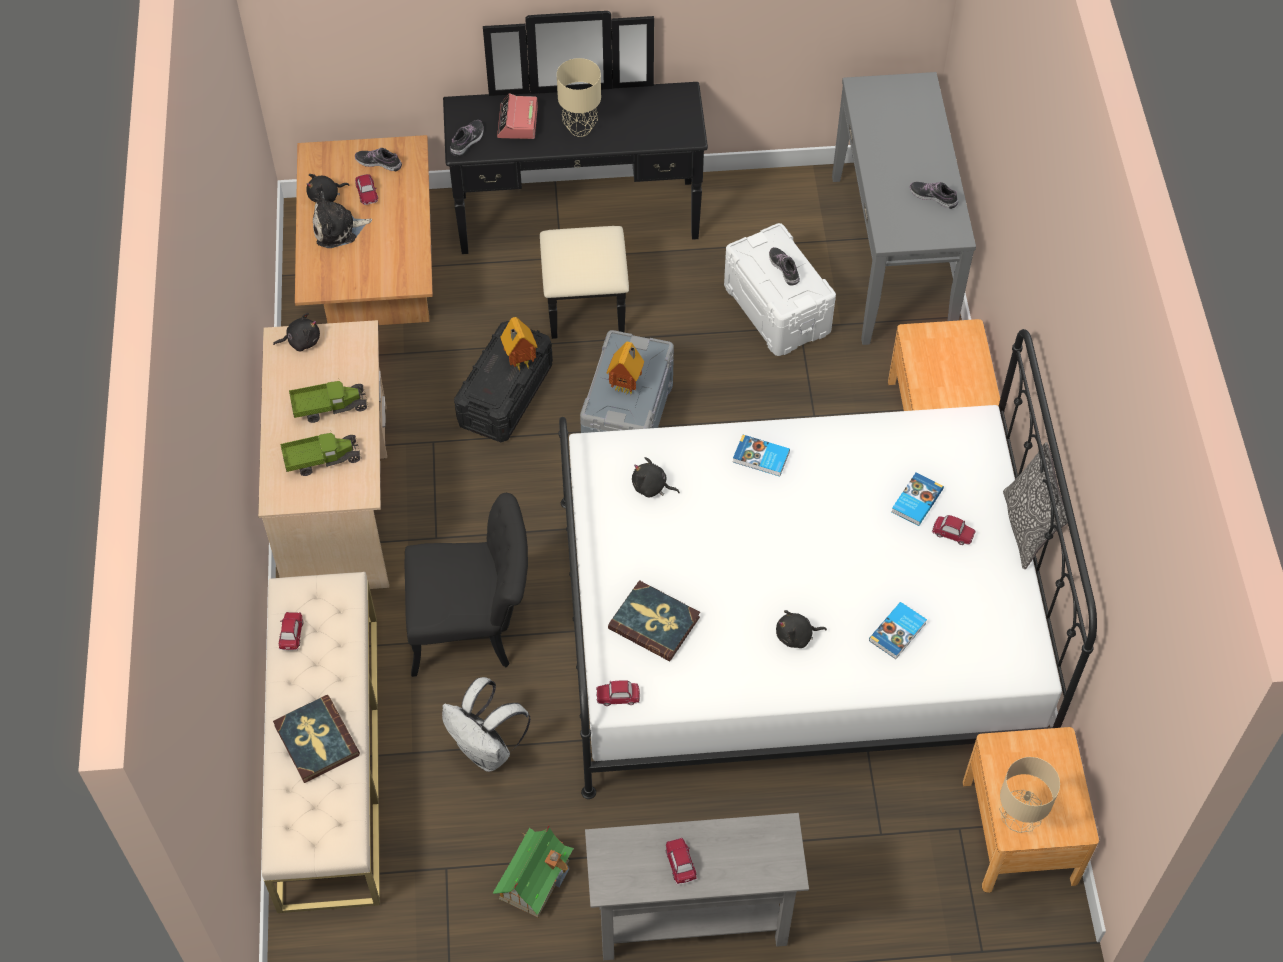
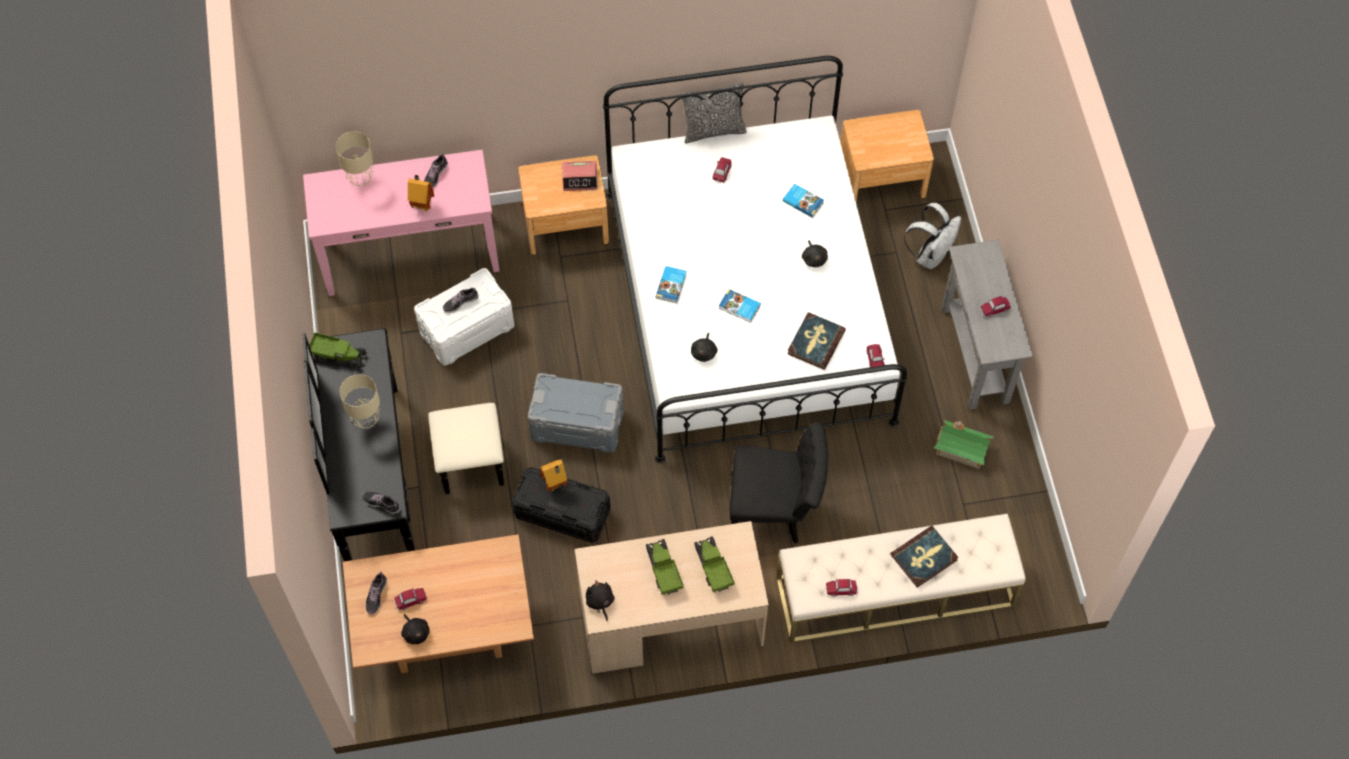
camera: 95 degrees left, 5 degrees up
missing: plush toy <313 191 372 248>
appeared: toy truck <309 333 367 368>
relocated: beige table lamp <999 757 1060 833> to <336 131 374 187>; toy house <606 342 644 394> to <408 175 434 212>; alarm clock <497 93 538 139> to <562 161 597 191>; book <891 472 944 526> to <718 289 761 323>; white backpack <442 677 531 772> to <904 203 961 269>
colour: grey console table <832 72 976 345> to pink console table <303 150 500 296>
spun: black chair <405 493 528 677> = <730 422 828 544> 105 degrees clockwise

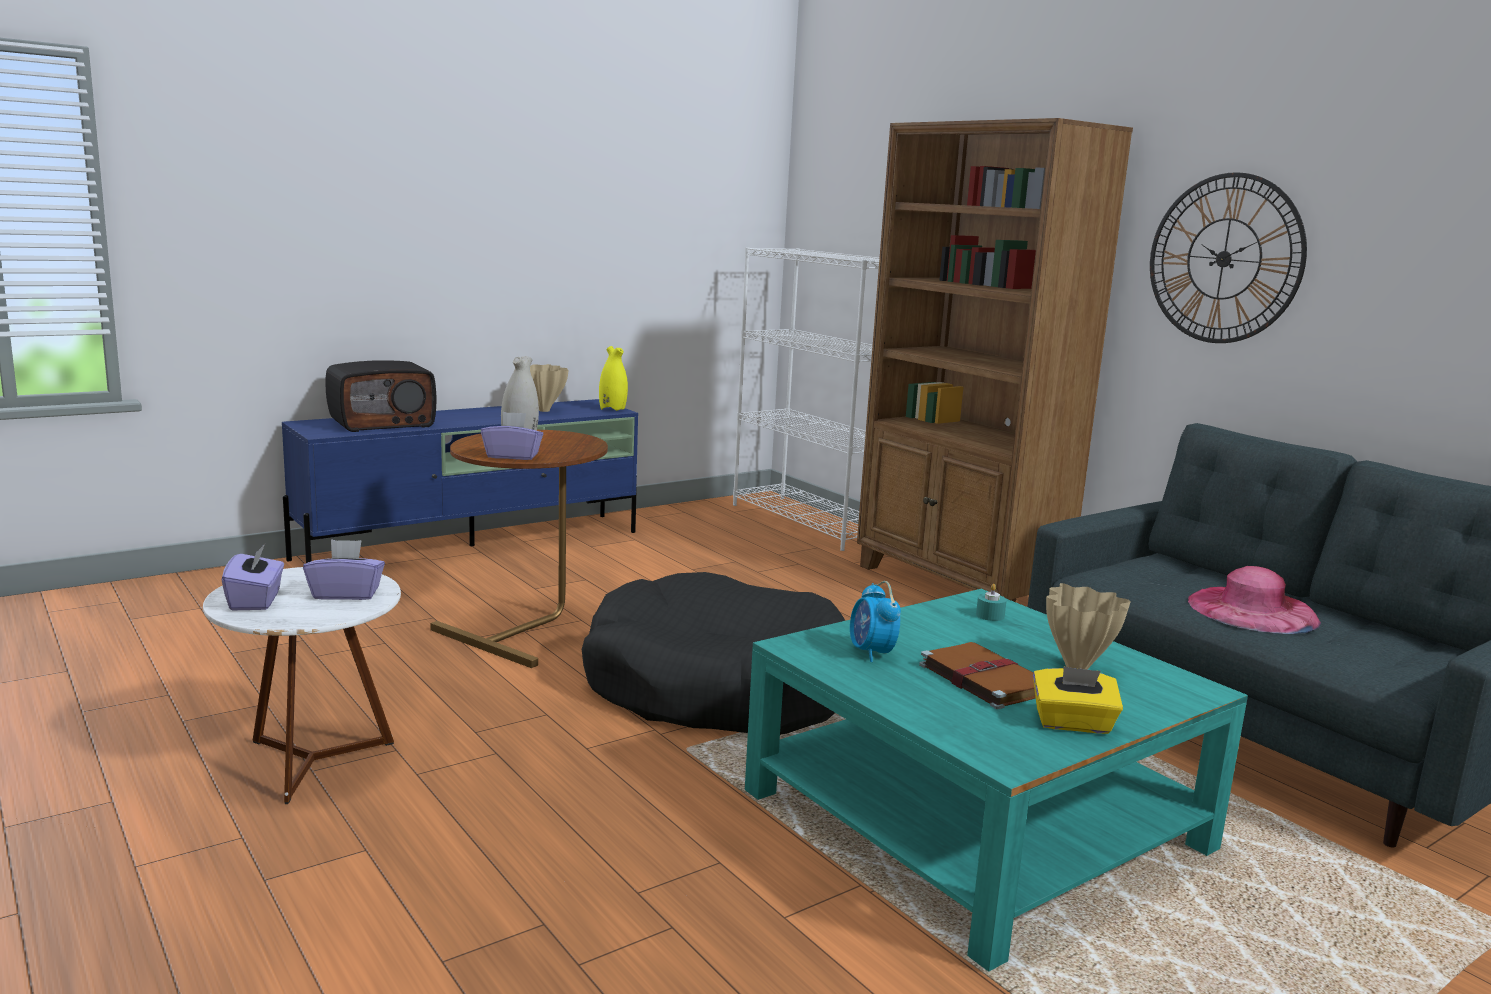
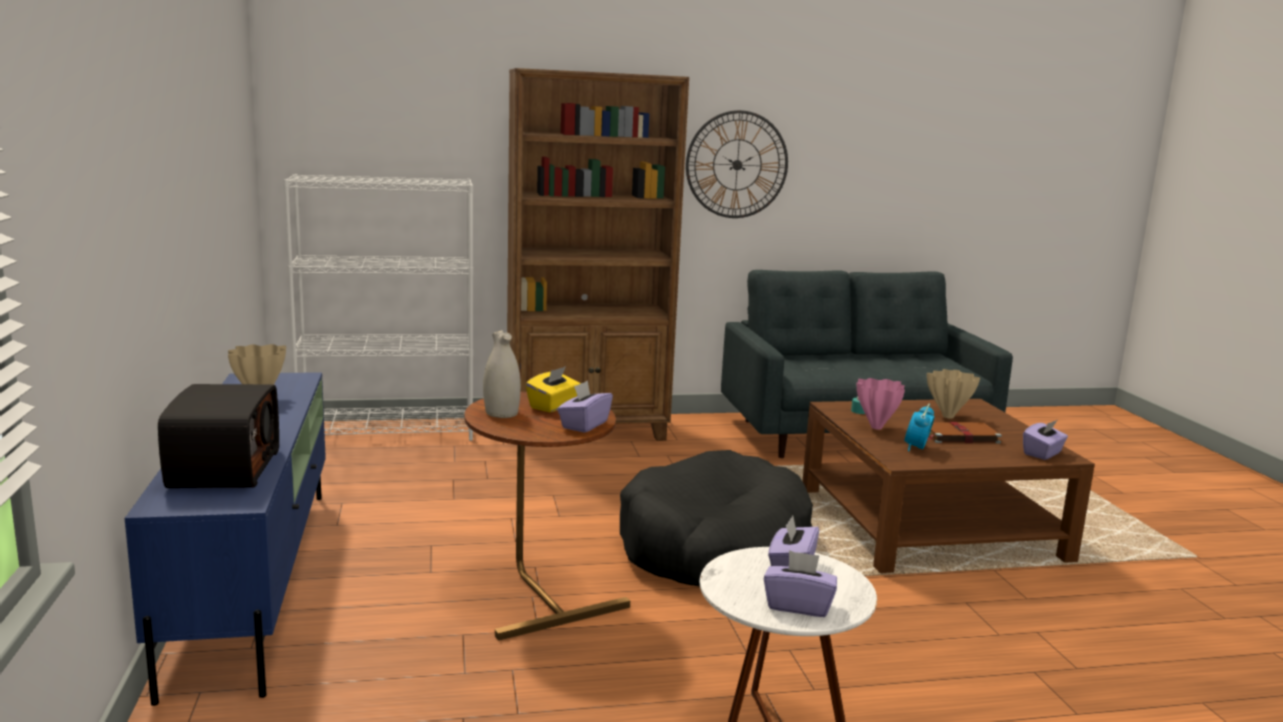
camera: 65 degrees left, 0 degrees up
missing: yellow vase <599 346 628 411>; pink hat <1188 566 1321 634>
appeared: pink vase <857 378 905 429>; purple tissue box <1023 420 1068 460>
relocated: yellow tissue box <1033 666 1123 734> to <526 366 581 412>
colour: turquoise coffee table <745 589 1248 972> to brown coffee table <802 399 1095 573>
spun: alarm clock <850 581 901 662> = <904 404 935 451> 105 degrees clockwise

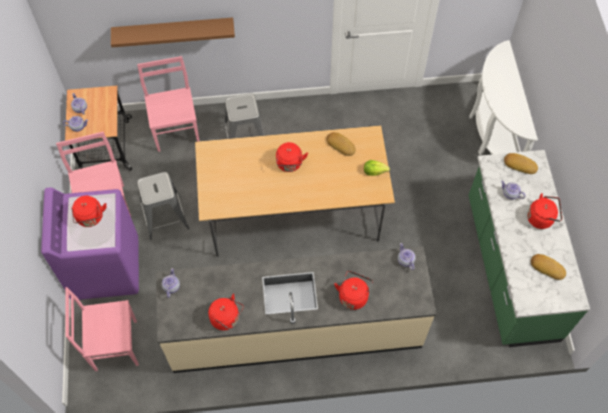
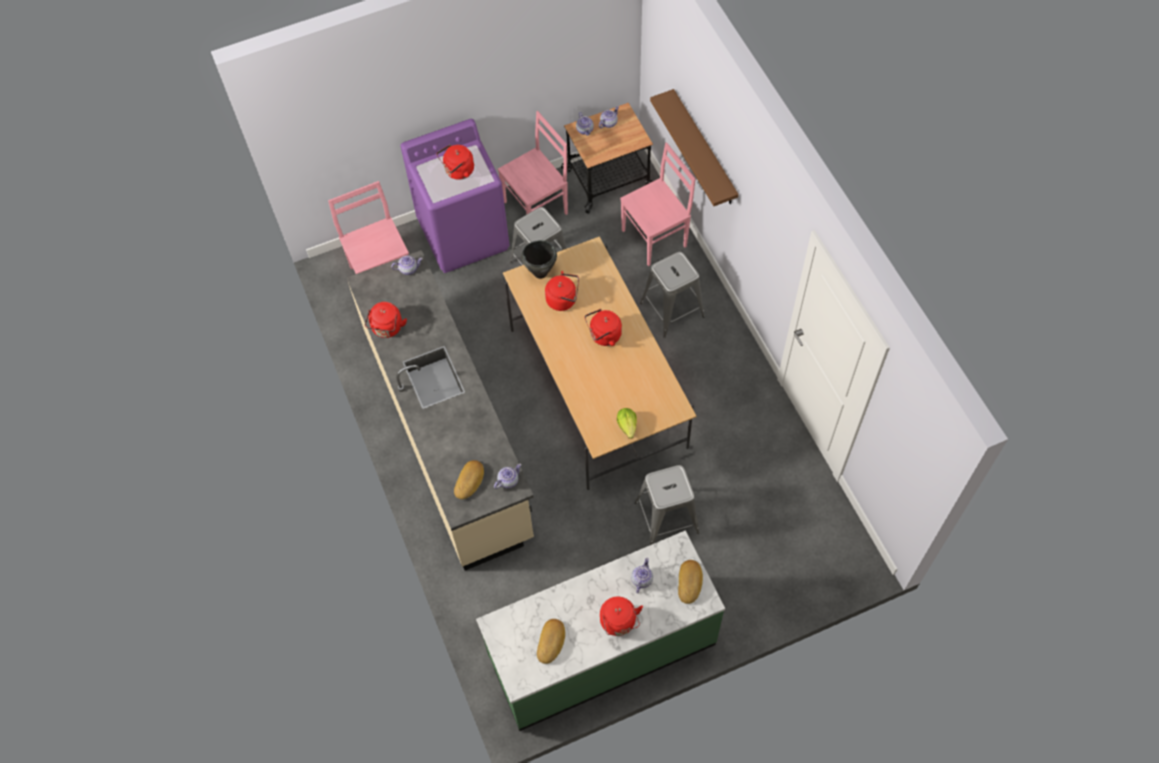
camera: 75 degrees right, 0 degrees up
missing: white console table <469 40 538 155>
appeared: black cooking pot <521 240 557 279>; grey stool <634 465 700 545>
relocated: bread <326 132 356 156> to <454 460 484 499>; red kettle <334 271 373 310> to <545 271 579 311>

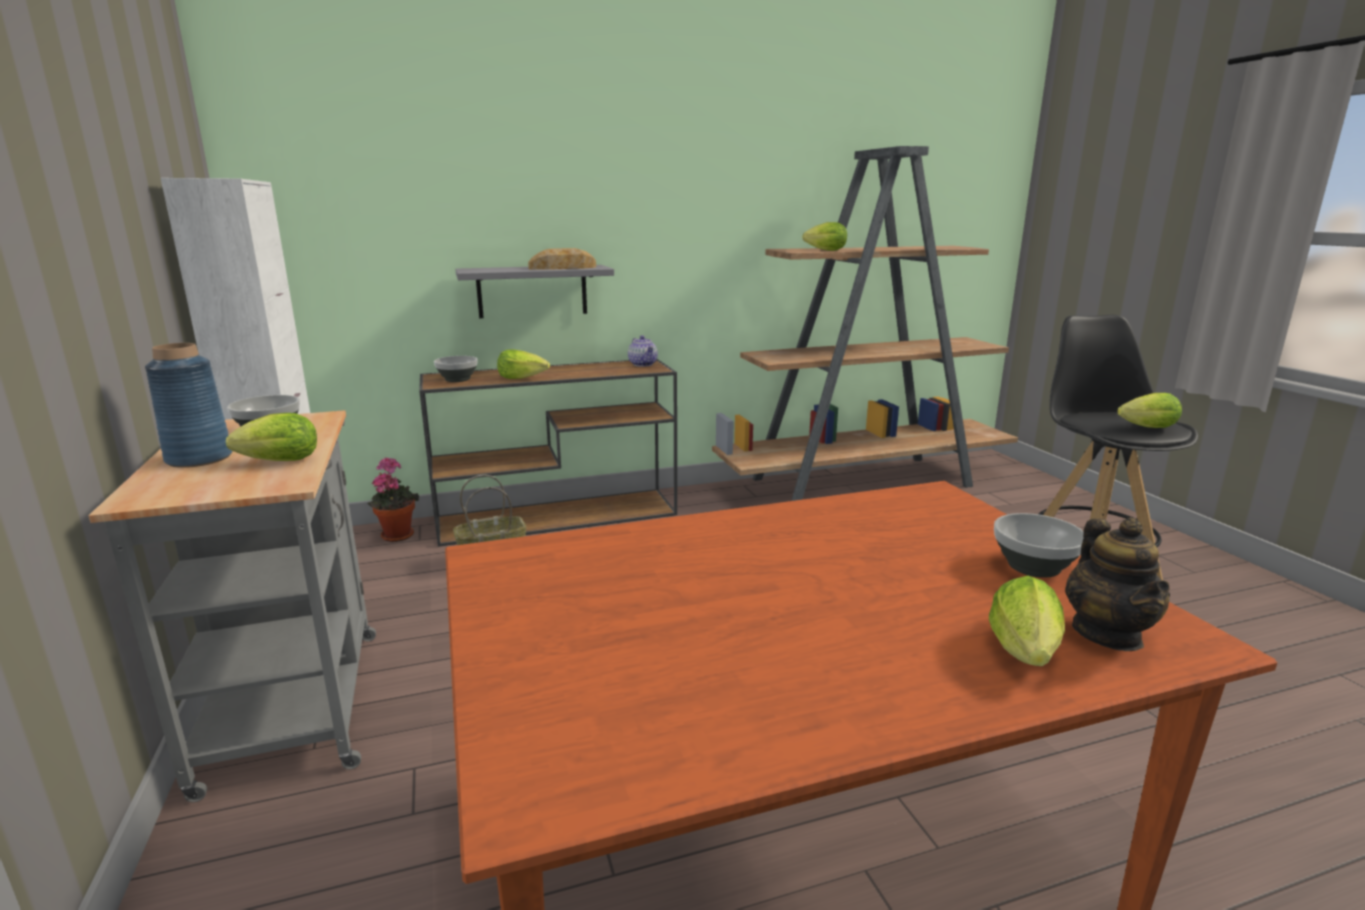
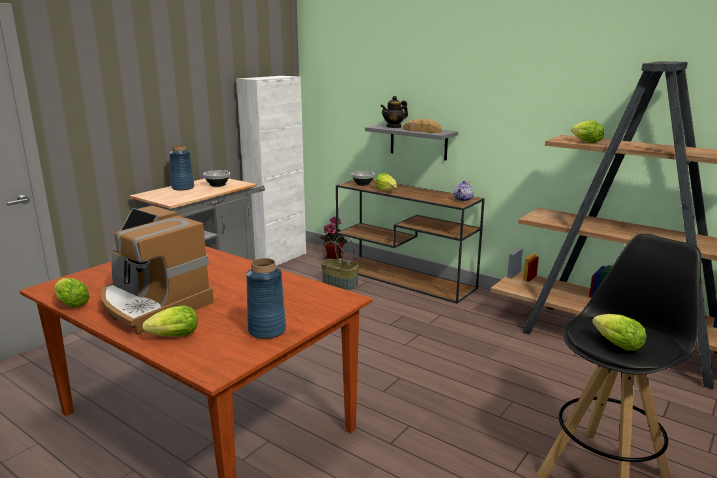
camera: 55 degrees right, 0 degrees up
appeared: coffee machine <101 206 214 335>
relocated: lettuce <226 413 317 461> to <54 278 89 308>; teapot <1065 517 1170 651> to <381 96 408 128>
exchanged: bowl <994 513 1084 578> to blue vase <246 258 286 339>

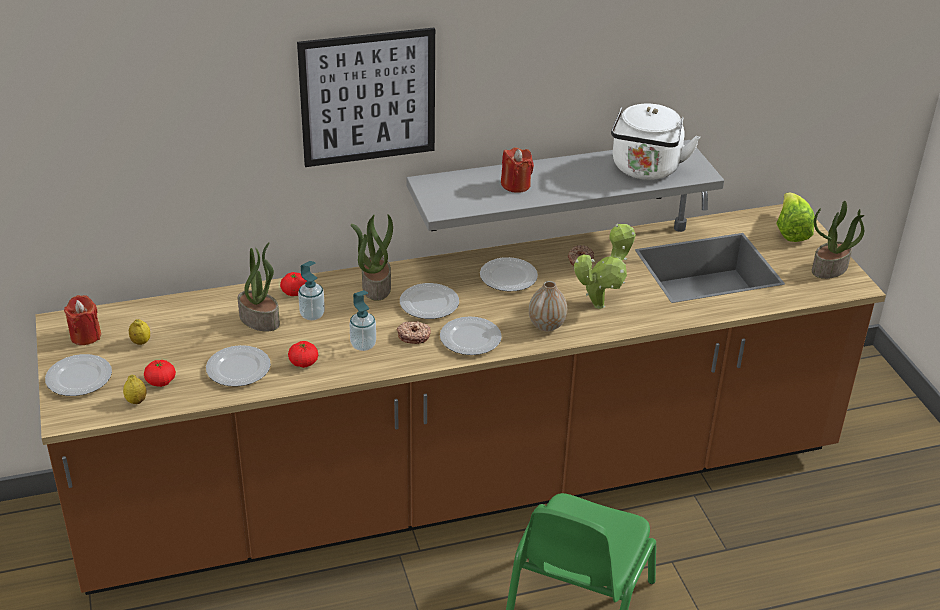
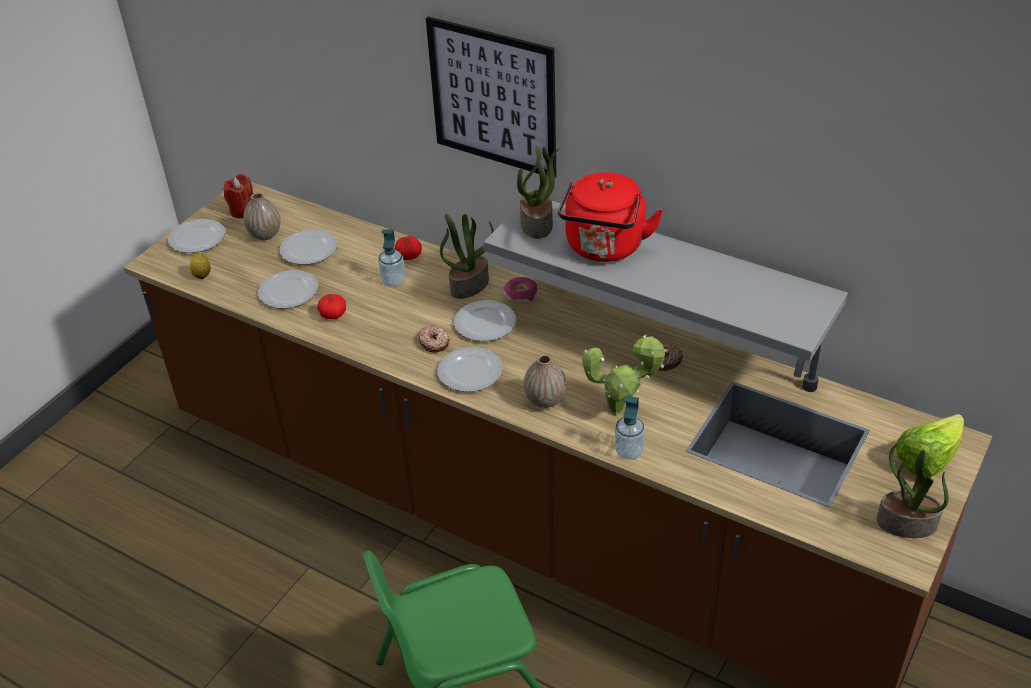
camera: 50 degrees right, 5 degrees up
missing: tomato <144 360 176 387>; white kettle <611 104 700 180>
appeared: donut <504 277 537 304>
relocated: plate <480 257 538 291> to <280 229 337 265>; potted plant <238 242 280 332> to <517 146 561 239>; soap dispenser <349 290 376 351> to <615 396 645 460>
exchanged: lemon <129 319 150 345> to vase <243 193 280 240>; red candle <501 147 534 193> to red kettle <558 172 663 262>

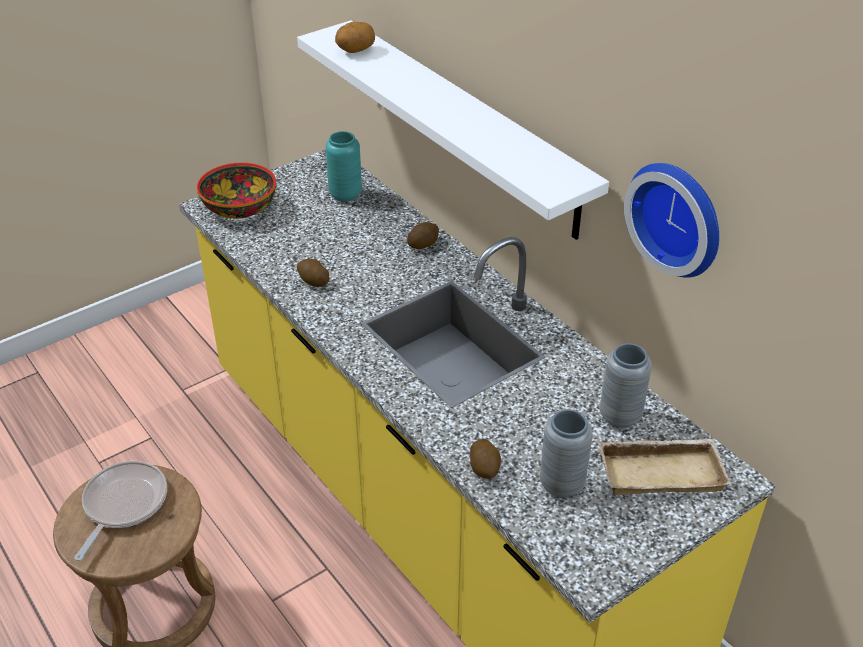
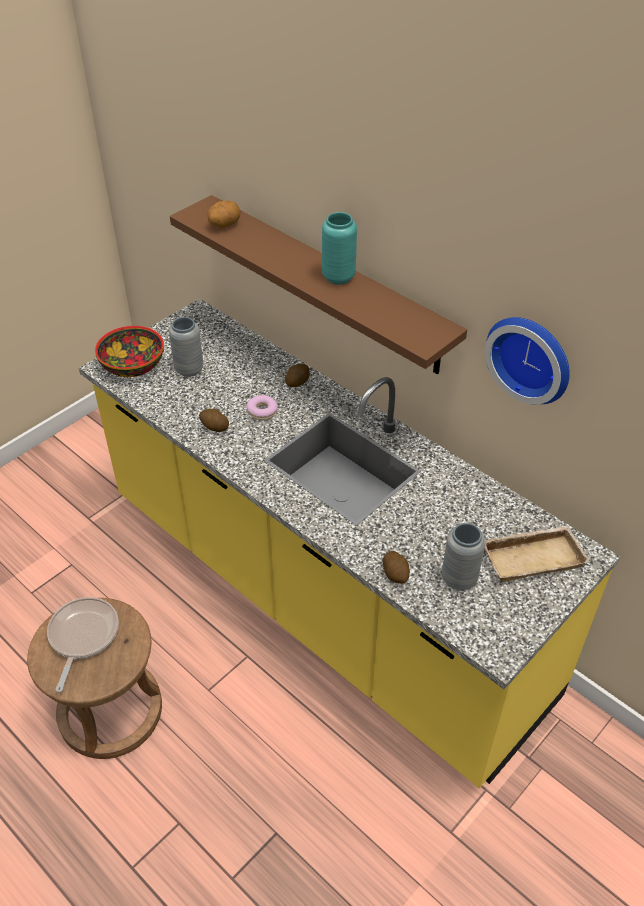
camera: 10 degrees left, 5 degrees up
appeared: donut <246 395 278 420>
relocated: grey vase <600 343 652 428> to <169 317 203 377>; turquoise vase <325 131 362 202> to <322 212 357 285>
colour: white shelf <297 20 609 240> to brown shelf <170 195 467 374>

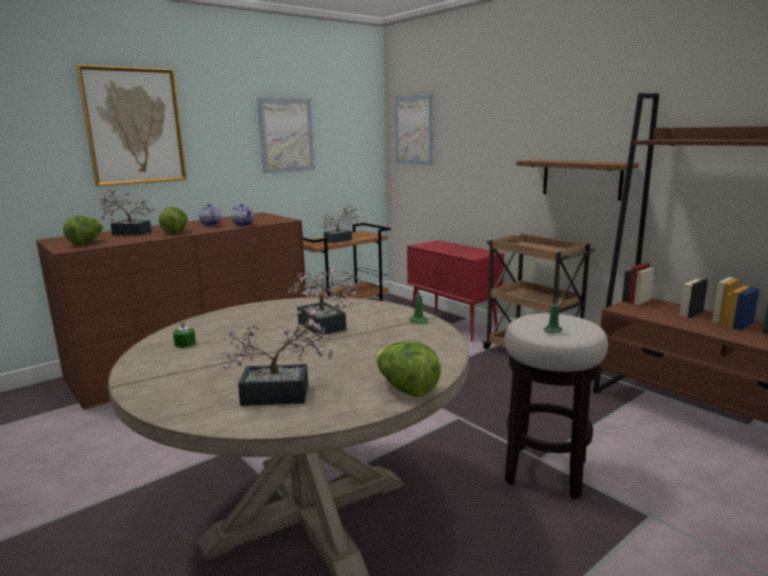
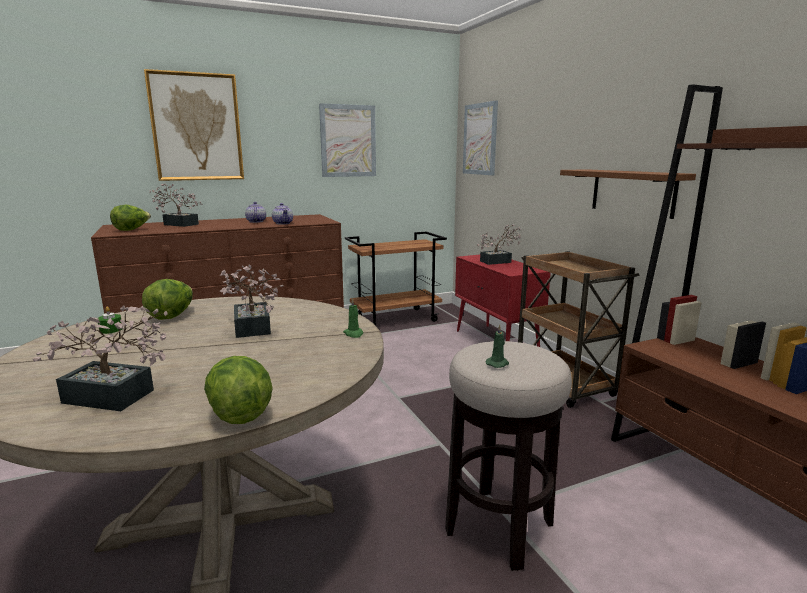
camera: 15 degrees right, 0 degrees up
relocated: lettuce <159 207 188 233> to <142 279 193 320>; potted plant <320 205 358 243> to <477 224 521 265>

